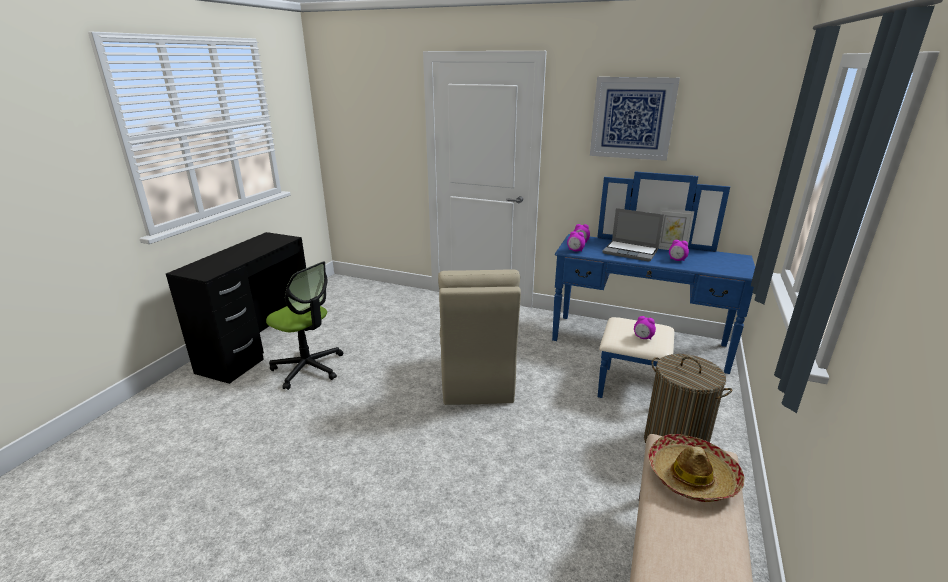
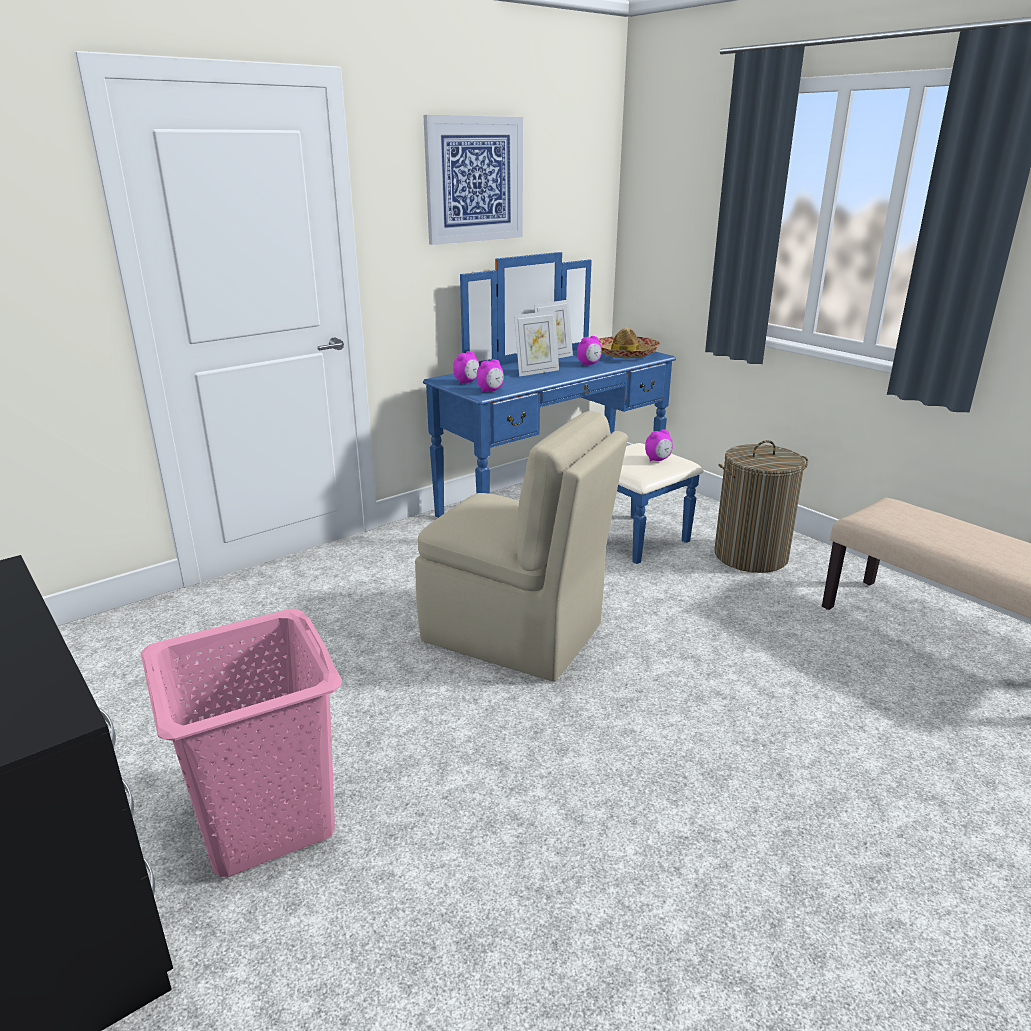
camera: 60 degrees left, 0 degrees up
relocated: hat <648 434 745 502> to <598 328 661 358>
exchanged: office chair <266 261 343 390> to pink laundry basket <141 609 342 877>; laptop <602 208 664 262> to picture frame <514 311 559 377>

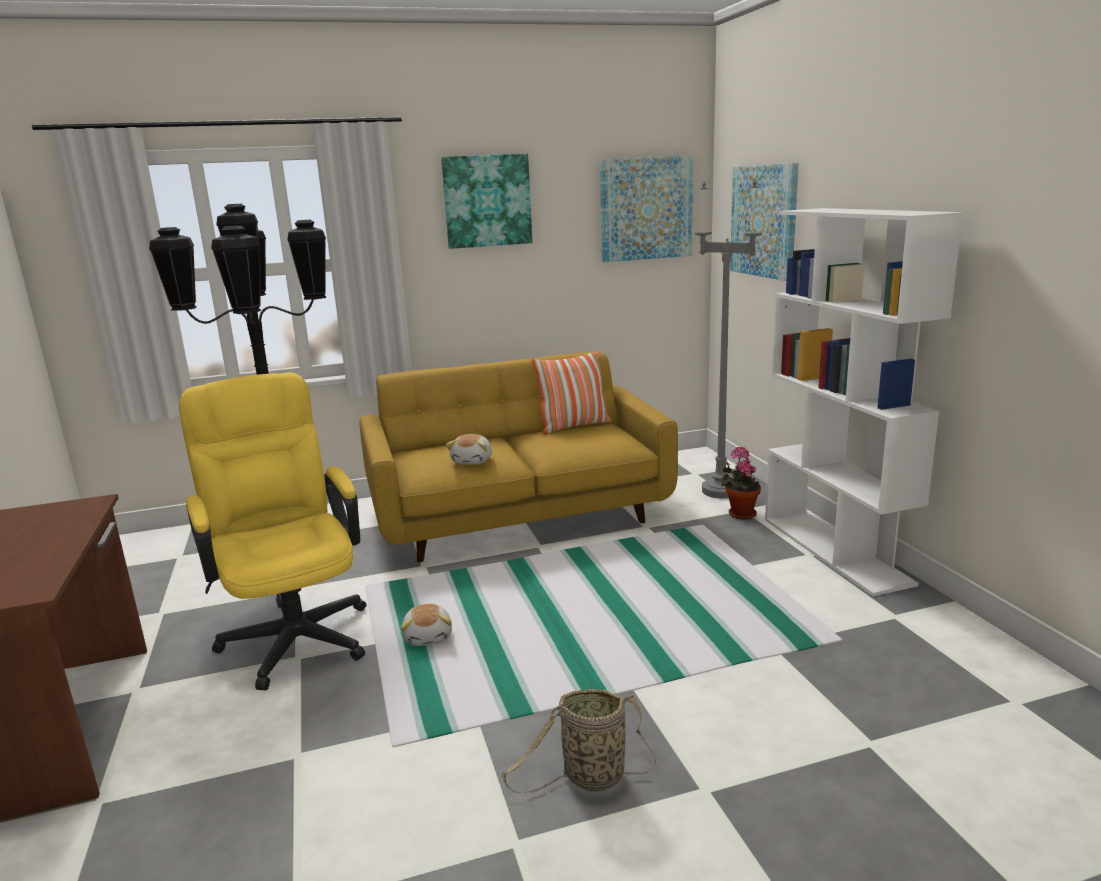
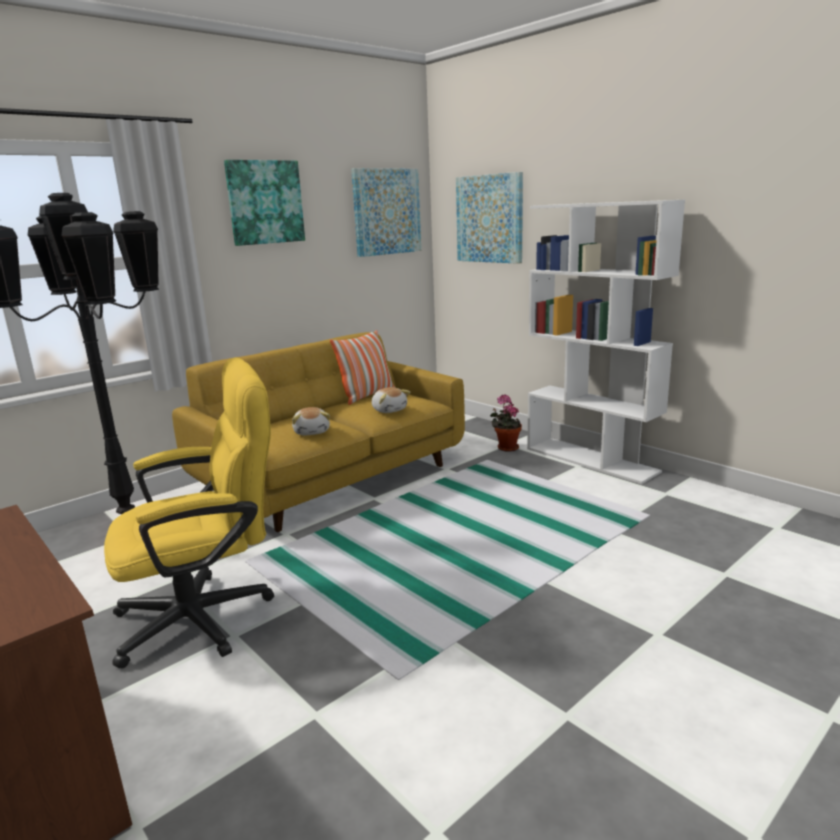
camera: 25 degrees left, 0 degrees up
missing: basket <501 689 656 794>; grey floor lamp <695 179 762 498>
relocated: plush toy <401 604 452 646> to <371 387 410 413>
spun: yellow office chair <179 373 367 690> = <104 357 274 668> 120 degrees clockwise

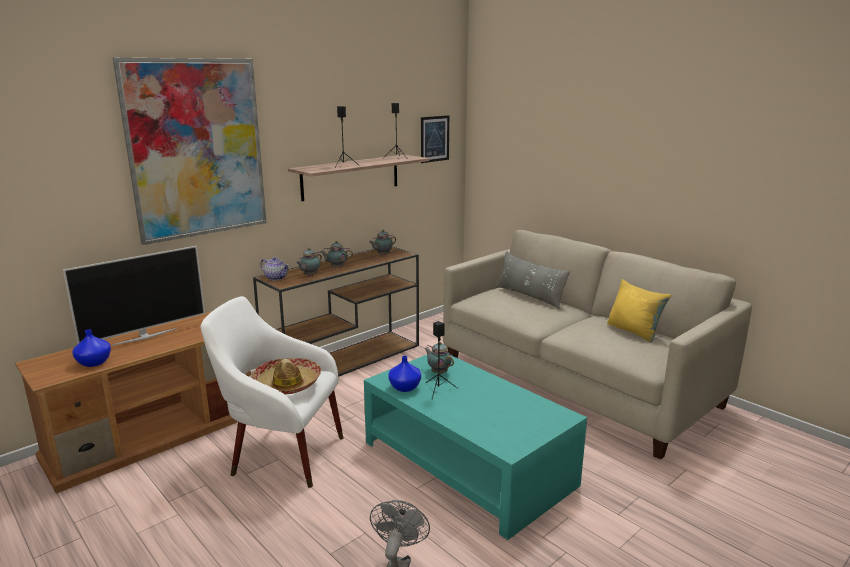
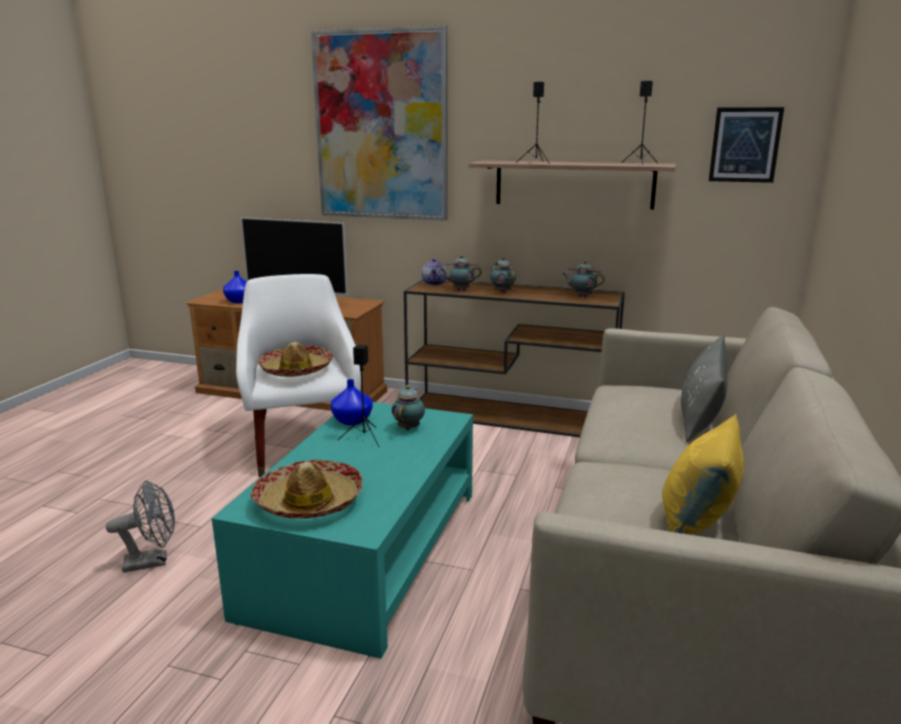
camera: 60 degrees right, 0 degrees up
appeared: hat <251 459 363 519>

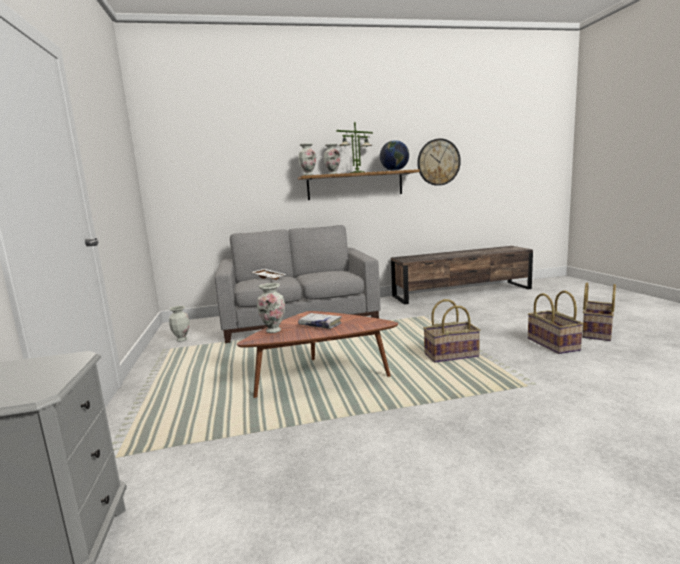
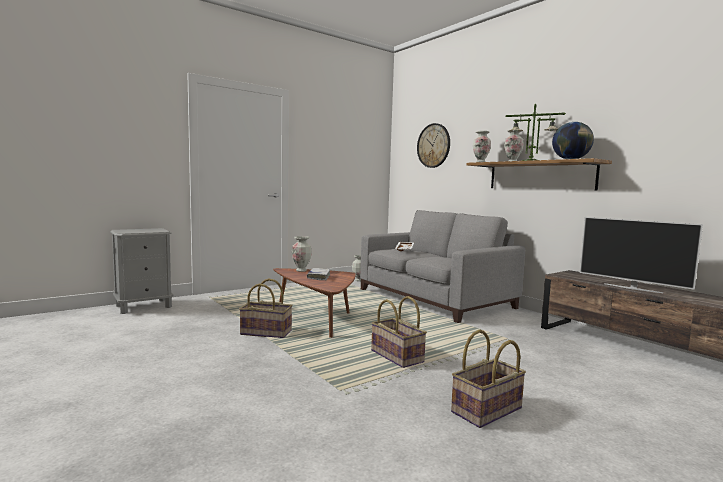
camera: 65 degrees right, 5 degrees down
appeared: television <579 217 703 293>
relocated: basket <582 282 616 341> to <239 278 293 338>; wall clock <417 138 461 186> to <417 123 450 168>

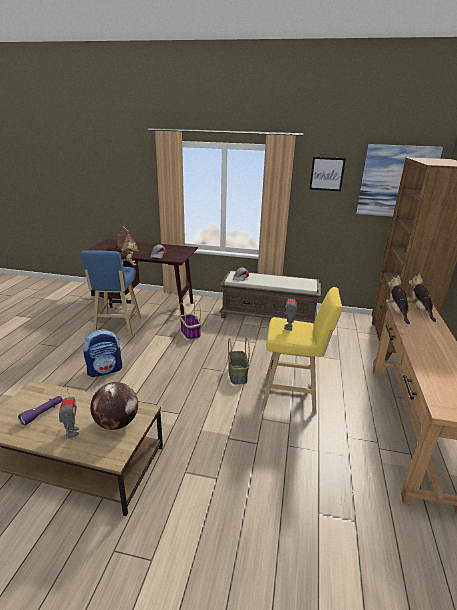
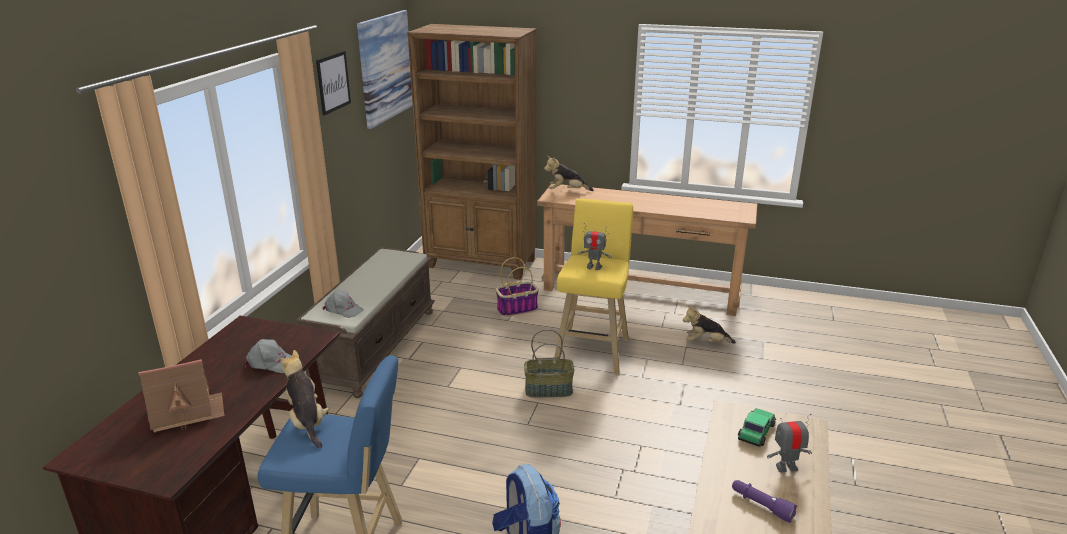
camera: 85 degrees left, 0 degrees up
relocated: basket <179 300 201 340> to <496 257 539 317>; plush toy <386 275 412 325> to <683 305 736 344>
exchanged: globe <90 382 138 430> to toy car <738 408 776 447>

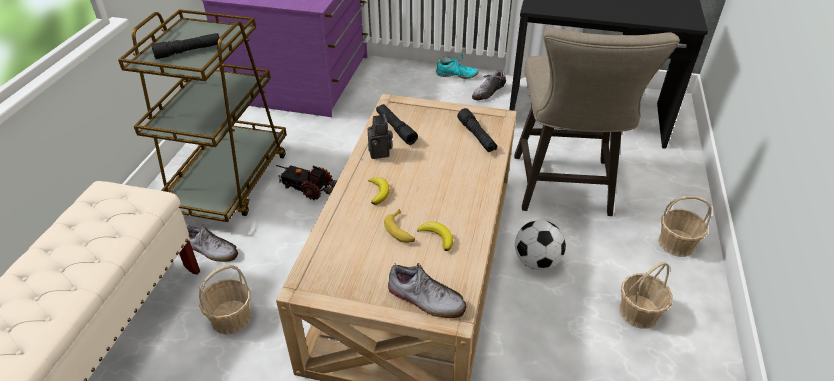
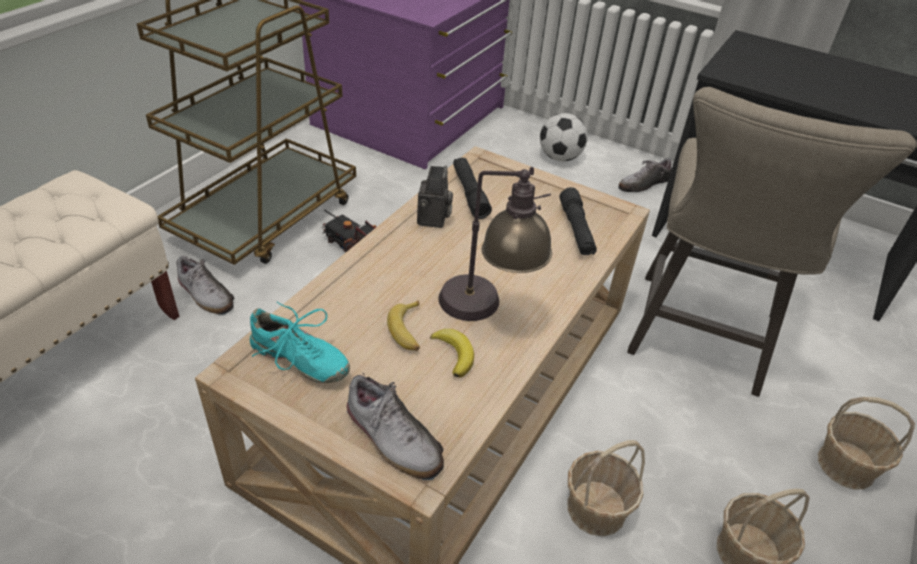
camera: 15 degrees right, 0 degrees up
missing: black flashlight <151 33 220 59>; banana <368 177 389 205>
appeared: table lamp <438 167 552 321>
relocated: turquoise shoe <436 54 479 79> to <250 302 350 383>; football <515 220 566 270> to <540 113 588 162>; basket <199 265 251 335> to <567 440 645 536>

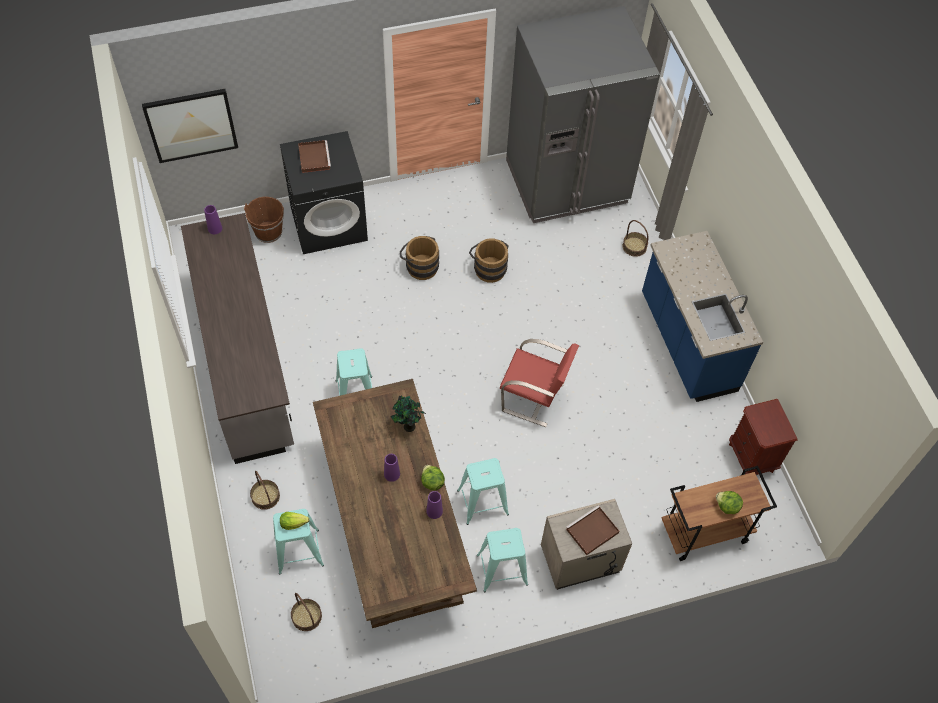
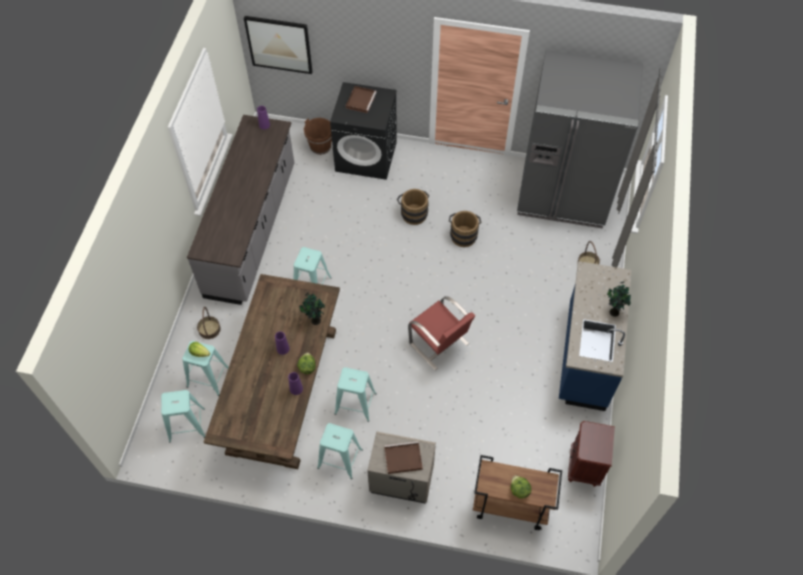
camera: 30 degrees right, 0 degrees up
appeared: potted plant <607 282 631 317>
exchanged: basket <291 593 322 631> to turquoise stool <161 390 205 443>

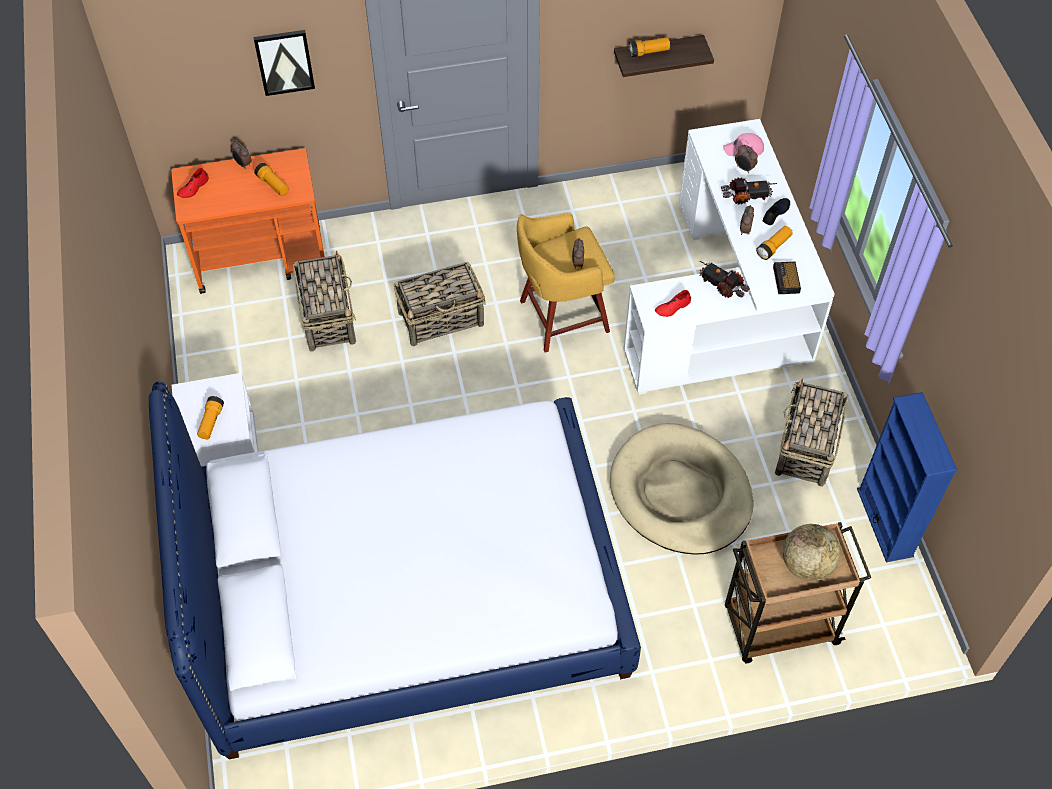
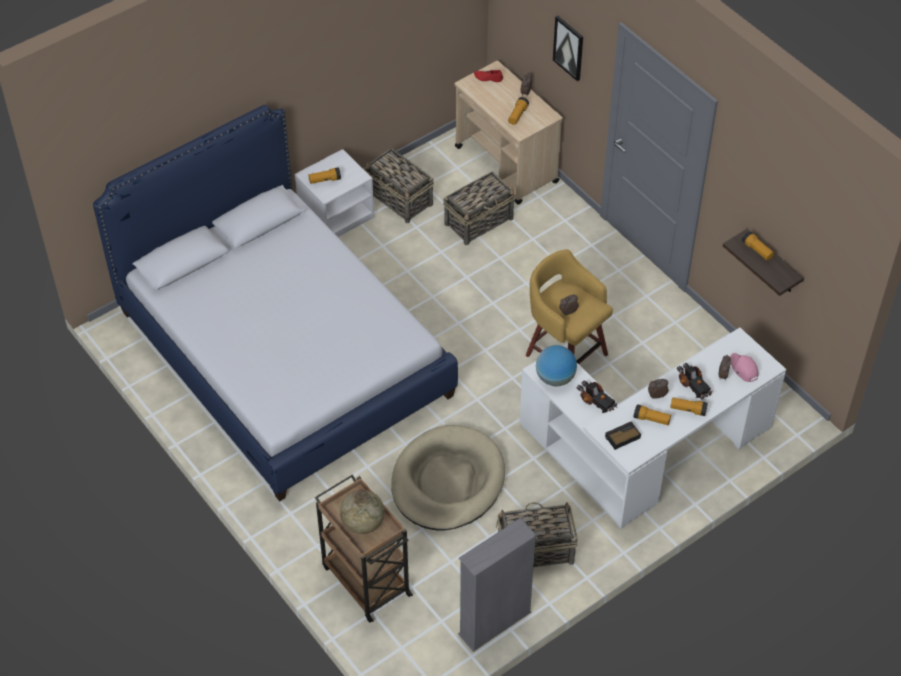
camera: 65 degrees right, 5 degrees down
relocated: basket <394 262 485 346> to <364 149 434 223>
exchanged: red shoe <655 290 691 317> to globe <536 345 577 386>; black shoe <763 198 790 225> to flashlight <670 397 708 416>
colour: orange cart <171 148 325 294> to beige cart <455 61 563 205>; blue bookcase <857 392 957 562> to grey bookcase <458 518 537 652>
spun: toy truck <699 261 750 298> = <577 381 617 413> 120 degrees clockwise

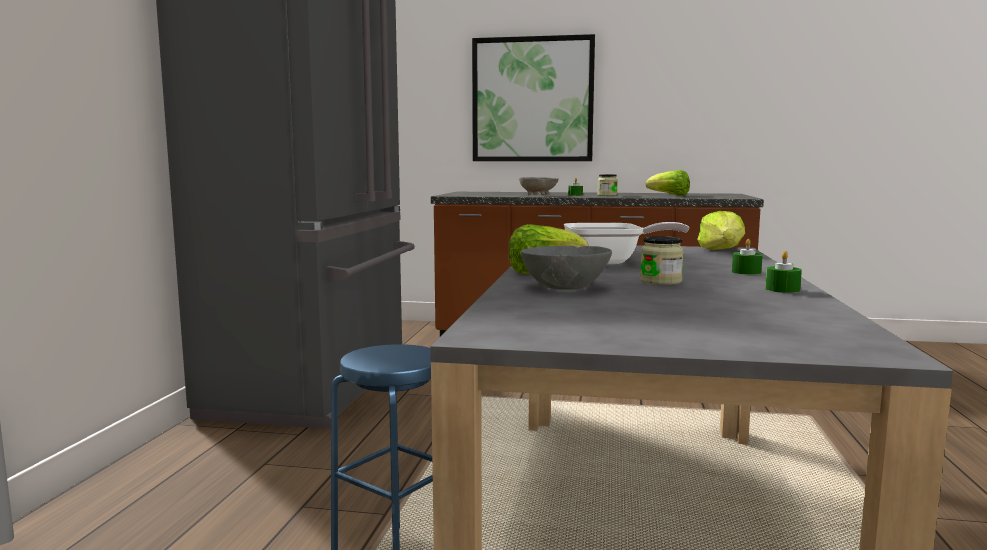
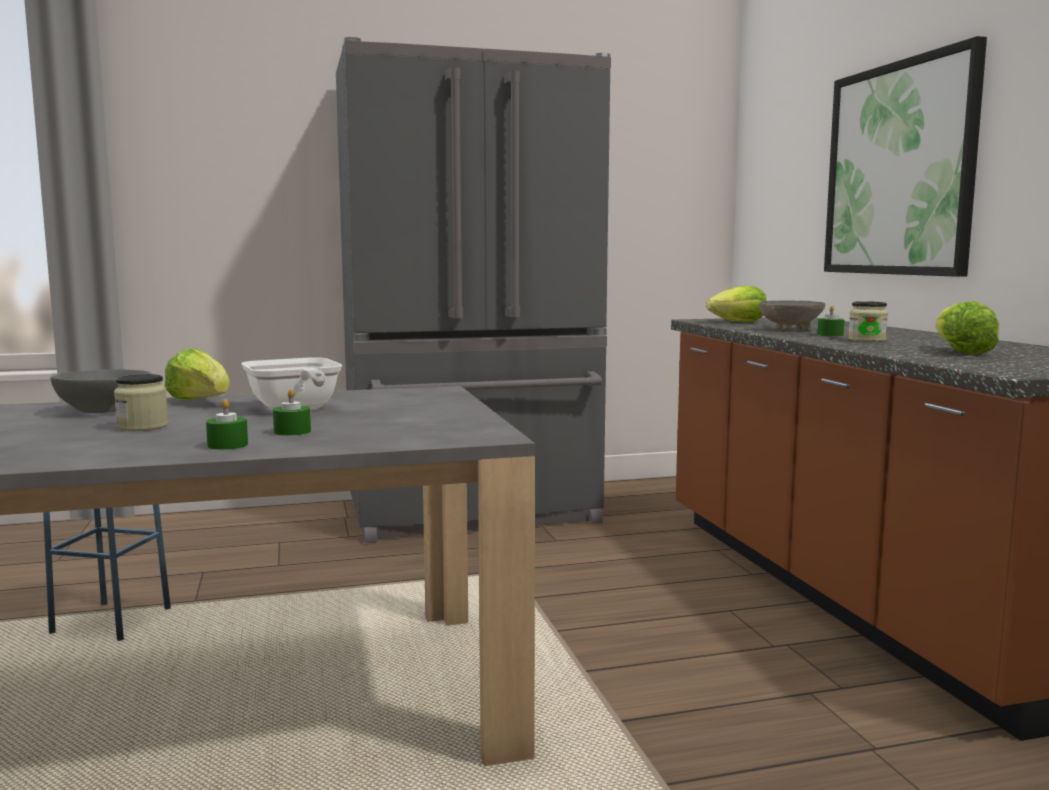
camera: 65 degrees right, 0 degrees up
relocated: green candle <765 251 802 293> to <273 389 311 436>; lettuce <697 211 745 250> to <706 286 767 322>

